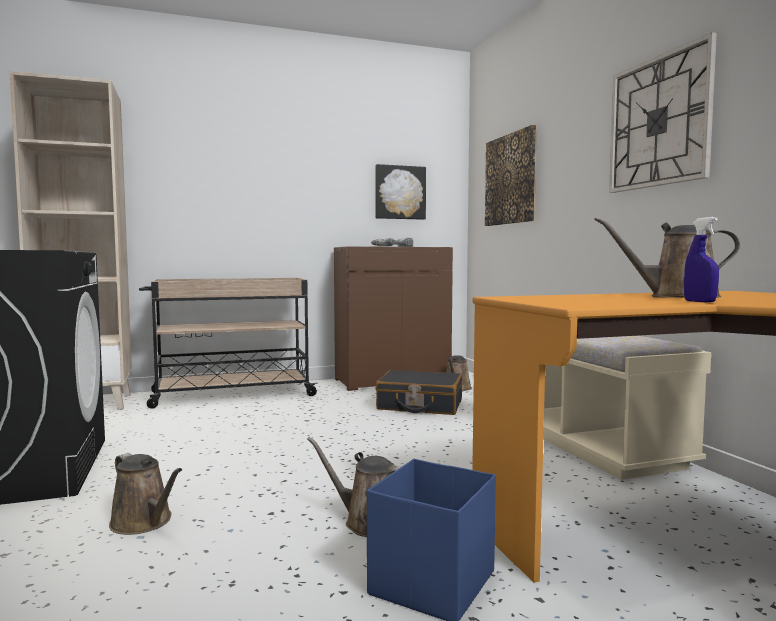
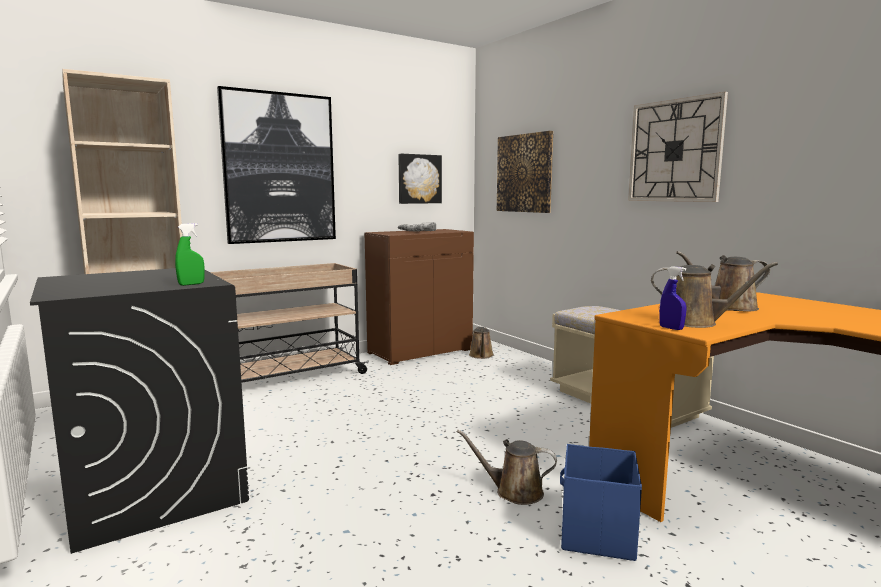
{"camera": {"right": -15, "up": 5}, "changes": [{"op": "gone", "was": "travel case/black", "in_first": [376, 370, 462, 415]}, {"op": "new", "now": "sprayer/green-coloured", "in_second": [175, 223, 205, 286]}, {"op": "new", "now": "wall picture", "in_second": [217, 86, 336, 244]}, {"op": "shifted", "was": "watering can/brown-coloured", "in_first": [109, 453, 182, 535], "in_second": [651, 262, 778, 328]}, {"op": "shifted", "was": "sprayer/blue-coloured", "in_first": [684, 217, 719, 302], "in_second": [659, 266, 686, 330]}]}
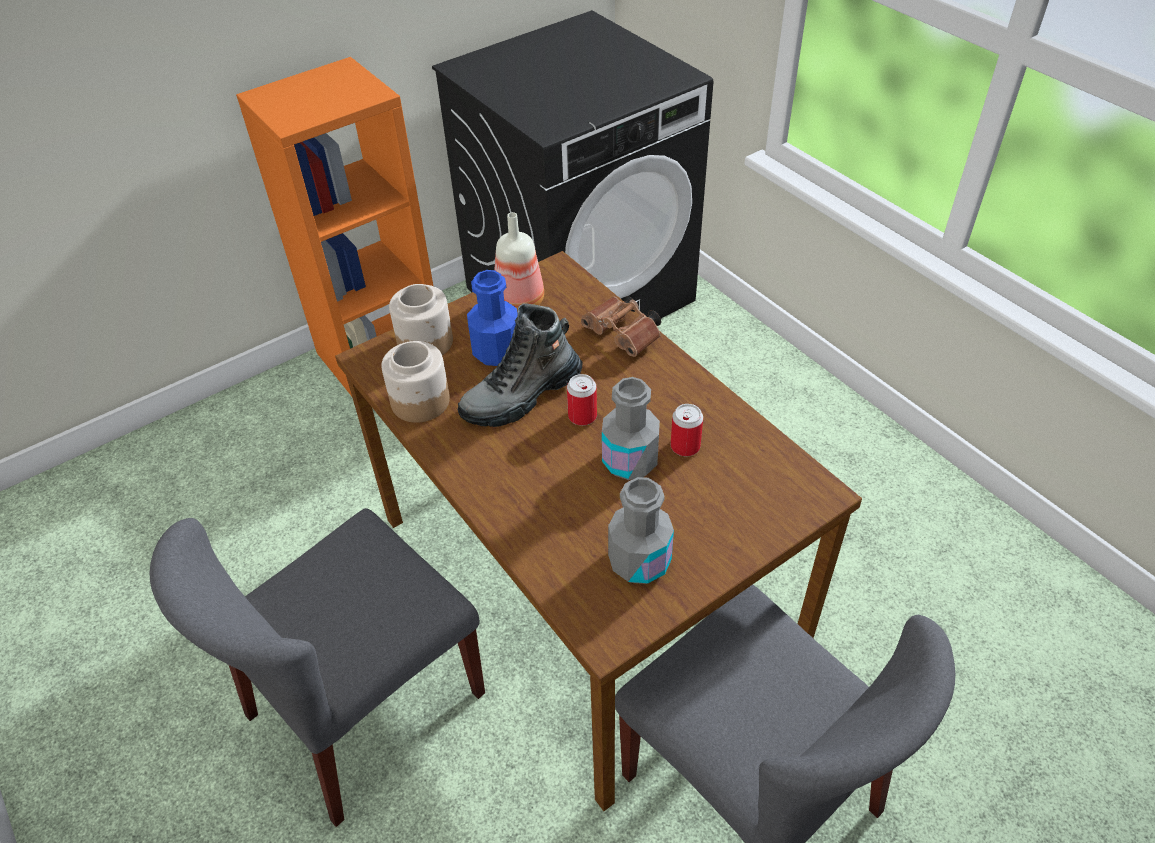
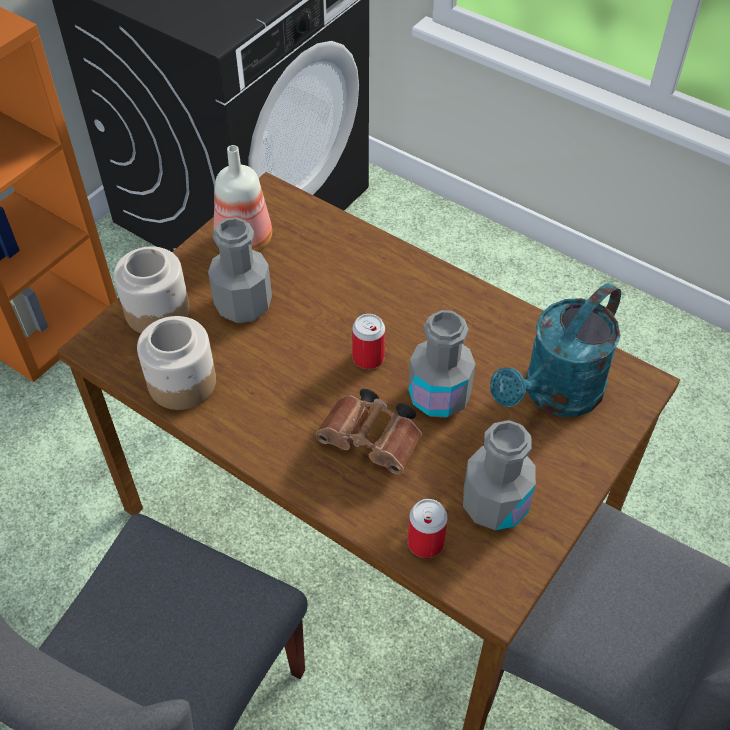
{"camera": {"right": -20, "up": 5}, "changes": [{"op": "gone", "was": "tall boot", "in_first": [458, 303, 582, 427]}, {"op": "new", "now": "watering can/blue-green", "in_second": [490, 283, 621, 417]}, {"op": "shifted", "was": "field glasses/brown-coloured", "in_first": [581, 296, 661, 357], "in_second": [316, 389, 422, 474]}, {"op": "shifted", "was": "sealed can", "in_first": [671, 404, 703, 457], "in_second": [408, 499, 448, 558]}, {"op": "repainted", "was": "bottle/blue-coloured", "now": "bottle/gray", "in_first": [467, 270, 518, 366], "in_second": [208, 217, 272, 323]}]}
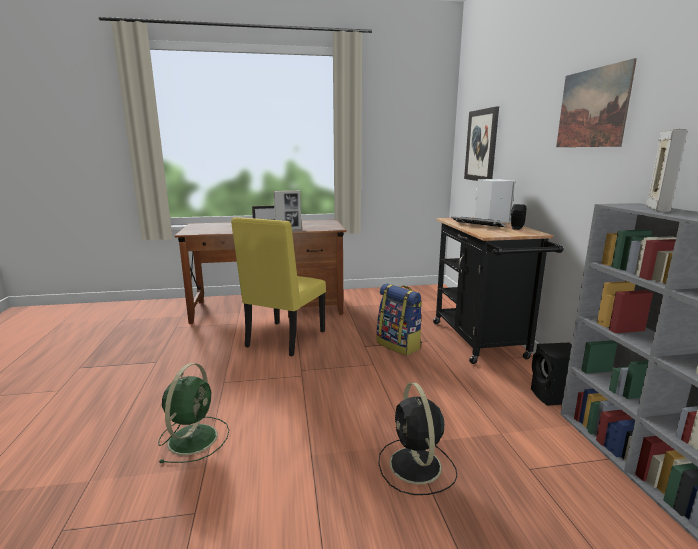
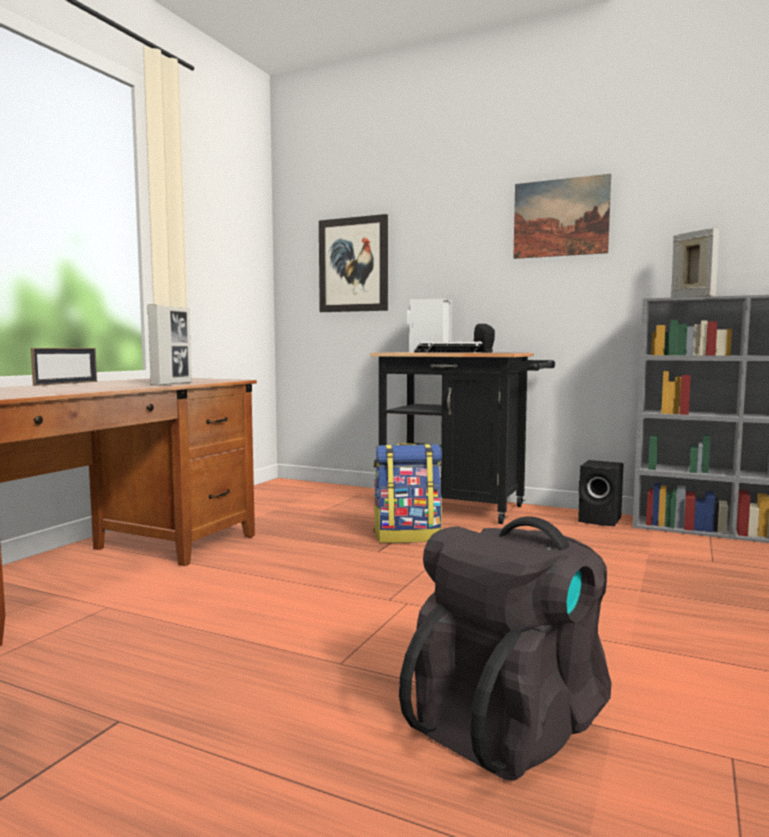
{"camera": {"right": -55, "up": -10}, "changes": [{"op": "gone", "was": "chair/yellow", "in_first": [231, 217, 326, 357]}, {"op": "gone", "was": "cooling fan/black", "in_first": [379, 382, 457, 495]}, {"op": "swapped", "was": "cooling fan/green-coloured", "now": "knapsack/black", "in_first": [158, 363, 229, 463], "in_second": [399, 516, 612, 781]}]}
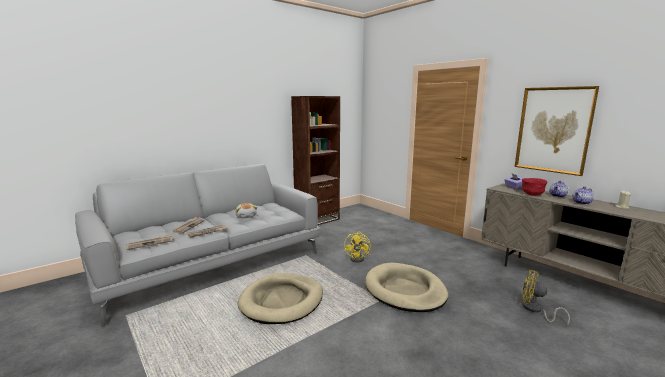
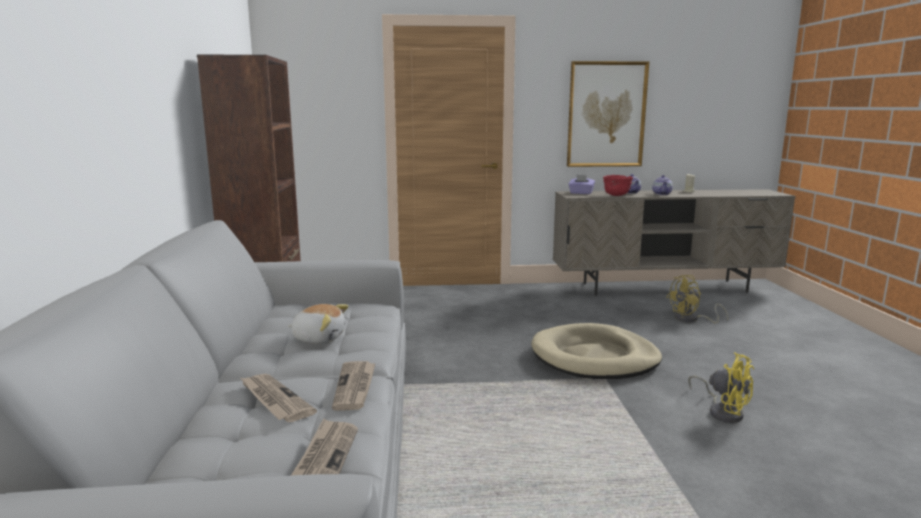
{"camera": {"right": -55, "up": 0}, "changes": [{"op": "gone", "was": "pet bed/sand-coloured", "in_first": [237, 273, 323, 324]}, {"op": "shifted", "was": "cooling fan/yellow", "in_first": [344, 232, 373, 263], "in_second": [688, 352, 754, 423]}]}
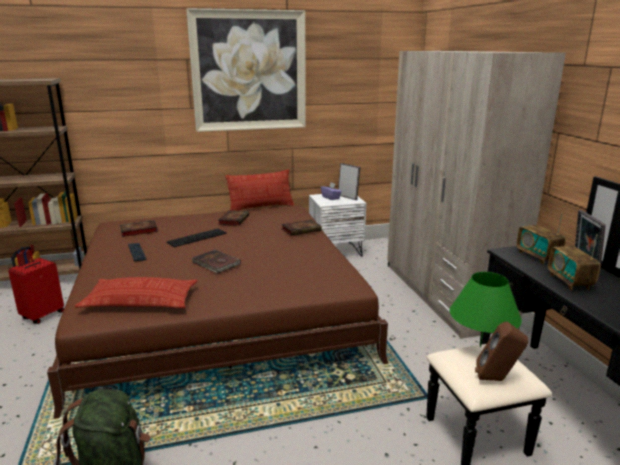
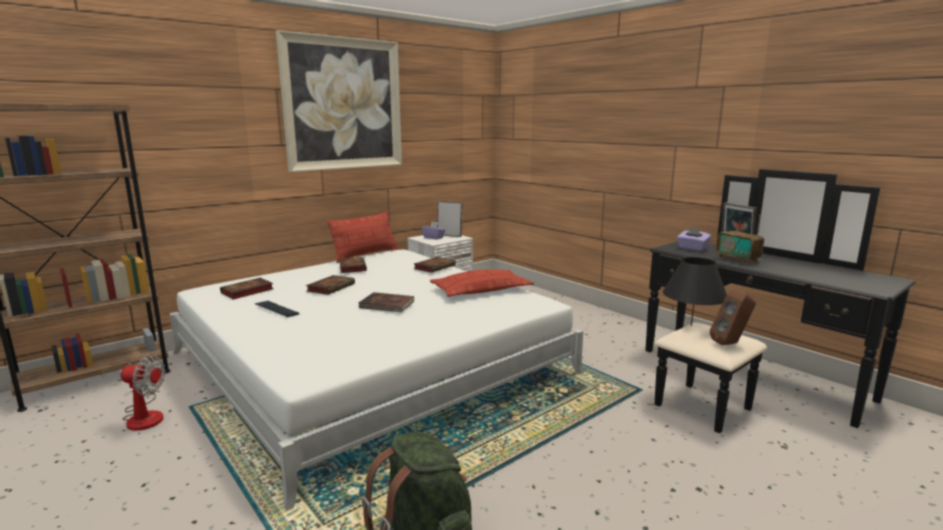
{"camera": {"right": -25, "up": -5}, "changes": [{"op": "gone", "was": "wardrobe/sand-coloured", "in_first": [387, 51, 566, 339]}, {"op": "shifted", "was": "cushion", "in_first": [75, 277, 197, 308], "in_second": [430, 269, 534, 297]}, {"op": "swapped", "was": "travel case/red-coloured", "now": "cooling fan", "in_first": [8, 246, 64, 324], "in_second": [120, 355, 165, 431]}, {"op": "swapped", "was": "computer keyboard", "now": "volume", "in_first": [166, 229, 227, 247], "in_second": [306, 275, 355, 295]}, {"op": "swapped", "was": "radio", "now": "tissue holder/purple-coloured", "in_first": [517, 212, 566, 264], "in_second": [677, 227, 711, 251]}, {"op": "repainted", "was": "sleeping bed/brown-coloured", "now": "sleeping bed/whitish", "in_first": [47, 206, 388, 419], "in_second": [169, 250, 584, 511]}, {"op": "repainted", "was": "lamp for a table/green-coloured", "now": "lamp for a table/black", "in_first": [450, 272, 522, 347], "in_second": [662, 257, 727, 326]}]}
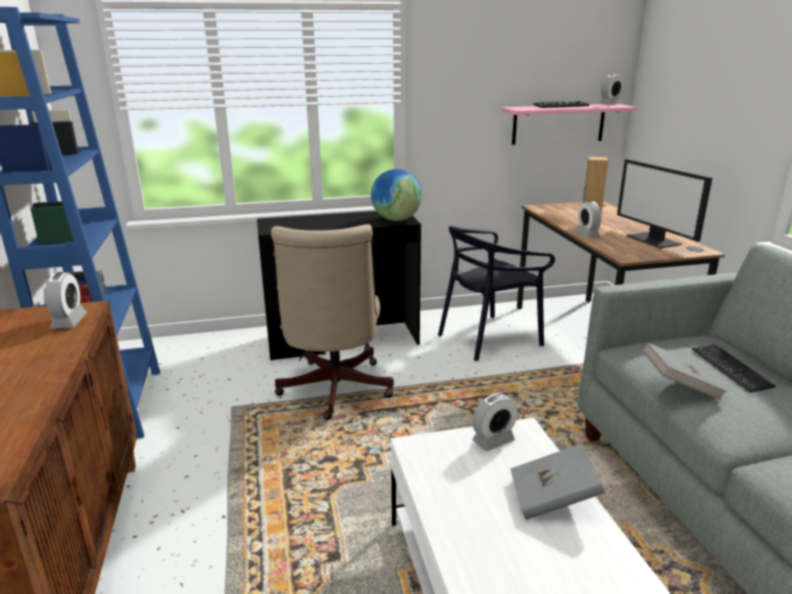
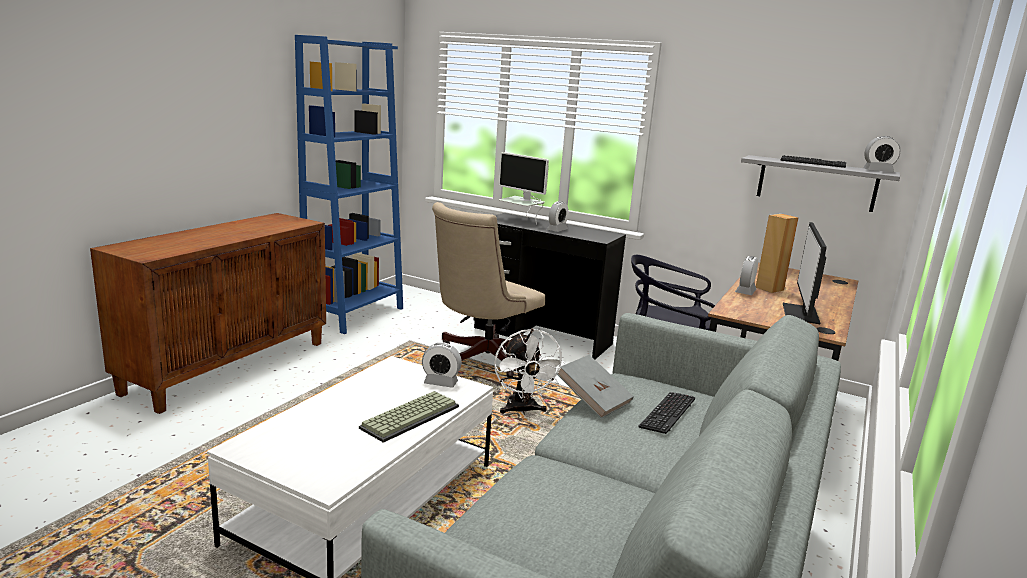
{"camera": {"right": 40, "up": -5}, "changes": [{"op": "gone", "was": "desk globe", "in_first": [371, 169, 422, 221]}, {"op": "new", "now": "cooling fan/whitish", "in_second": [494, 328, 566, 414]}, {"op": "new", "now": "computer screen", "in_second": [498, 152, 549, 225]}, {"op": "shifted", "was": "alarm clock", "in_first": [45, 272, 87, 328], "in_second": [547, 201, 569, 232]}, {"op": "swapped", "was": "volume/gray", "now": "computer keyboard", "in_first": [510, 443, 605, 520], "in_second": [359, 391, 459, 443]}, {"op": "repainted", "was": "wall shelf/pinkish", "now": "wall shelf/gray", "in_first": [501, 104, 637, 145], "in_second": [741, 155, 900, 212]}]}
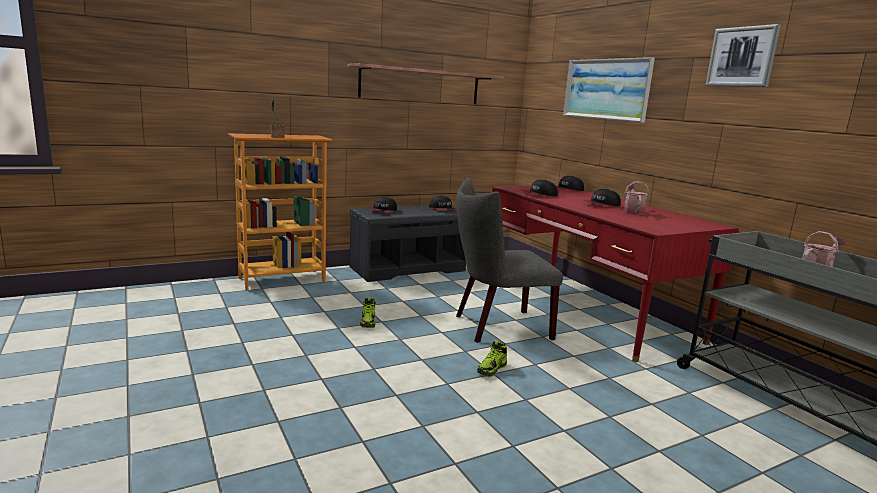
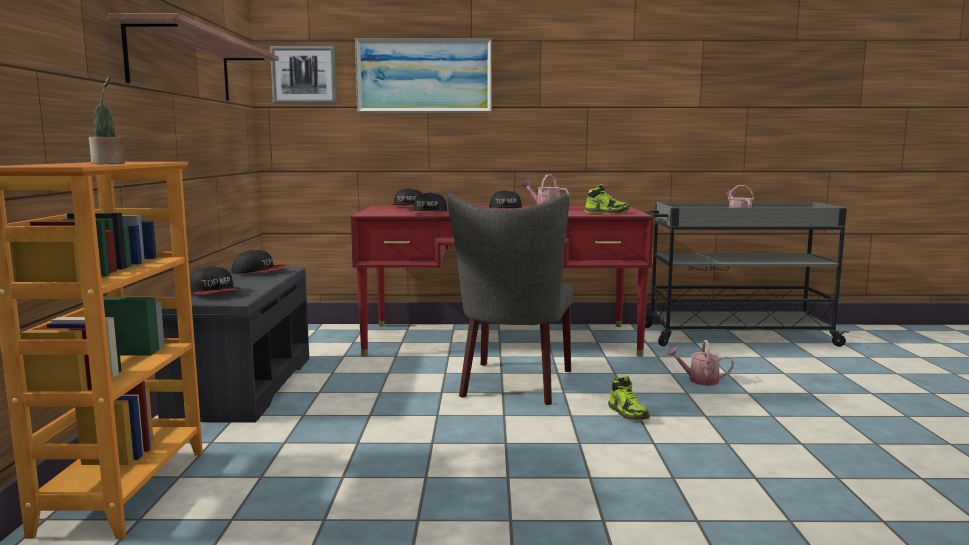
{"camera": {"right": -60, "up": -5}, "changes": [{"op": "new", "now": "watering can", "in_second": [666, 340, 734, 386]}, {"op": "shifted", "was": "low shoe", "in_first": [360, 298, 375, 328], "in_second": [584, 184, 630, 214]}, {"op": "shifted", "was": "wall picture", "in_first": [705, 24, 781, 87], "in_second": [270, 46, 337, 103]}]}
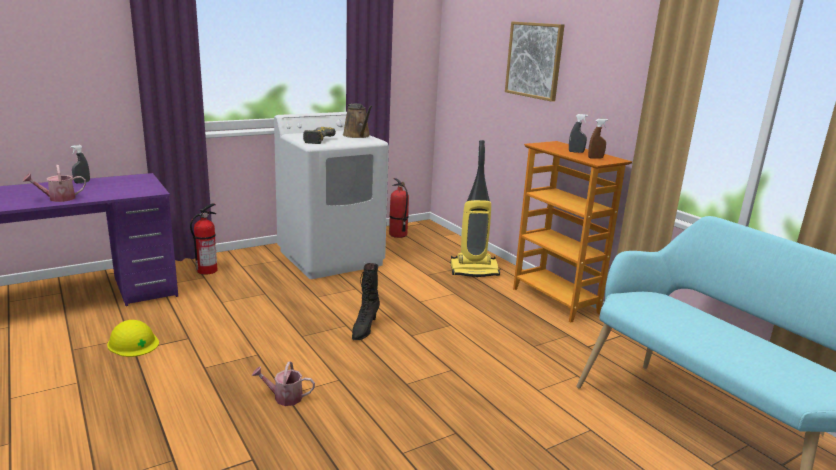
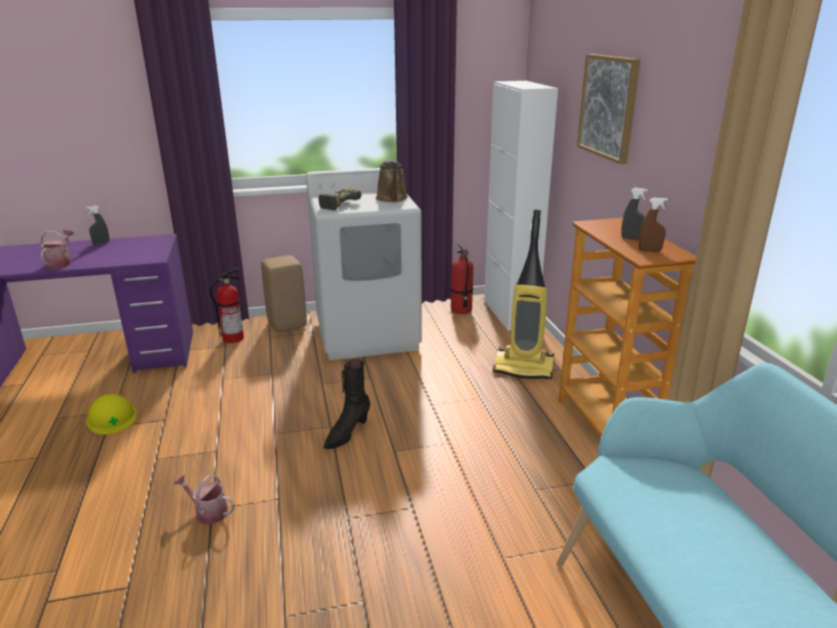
{"camera": {"right": 20, "up": 5}, "changes": [{"op": "new", "now": "stool/sand-coloured", "in_second": [261, 255, 307, 332]}, {"op": "new", "now": "cabinet/whitish", "in_second": [484, 81, 558, 331]}, {"op": "rotated", "was": "watering can", "in_first": [22, 165, 86, 202], "in_second": [40, 230, 74, 269], "clockwise": 105}]}
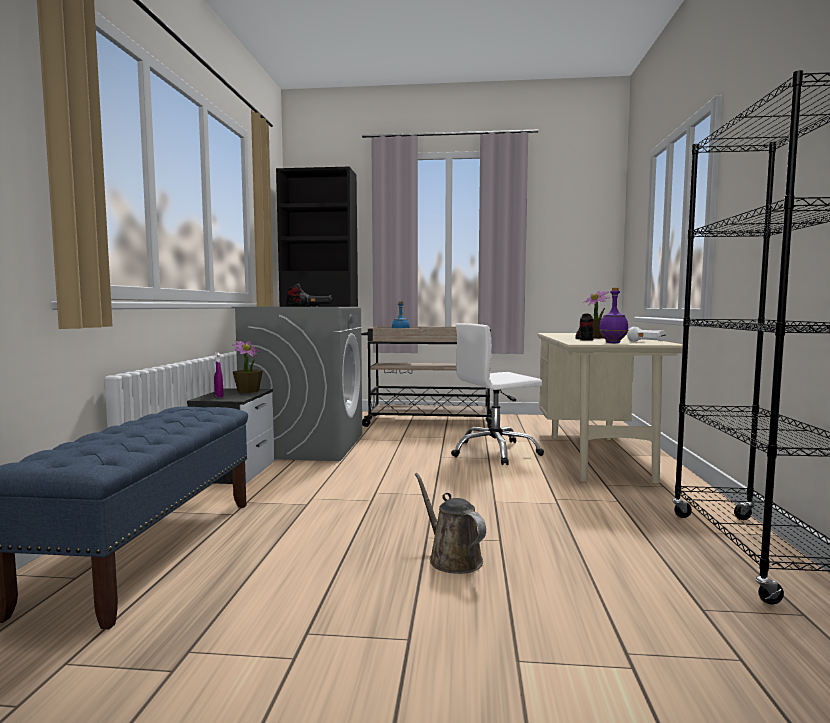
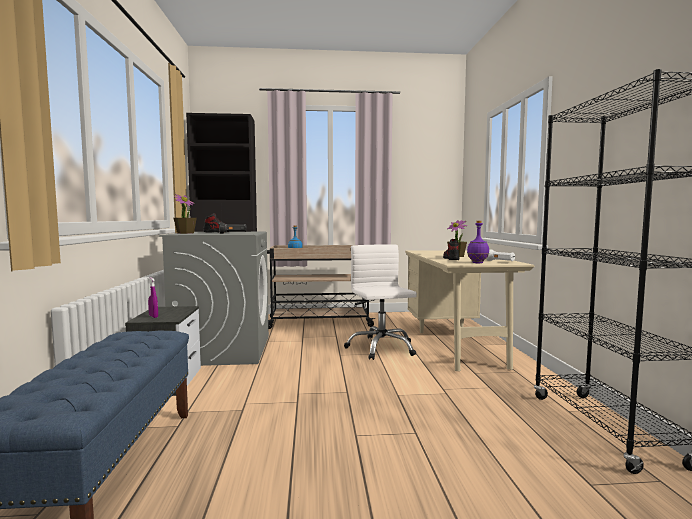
{"camera": {"right": -10, "up": 0}, "changes": [{"op": "gone", "was": "watering can/brown-coloured", "in_first": [415, 473, 486, 574]}, {"op": "shifted", "was": "plant in a pot", "in_first": [232, 340, 263, 393], "in_second": [173, 194, 197, 234]}, {"op": "rotated", "was": "office chair/whitish", "in_first": [451, 323, 544, 465], "in_second": [344, 244, 417, 360], "clockwise": 105}]}
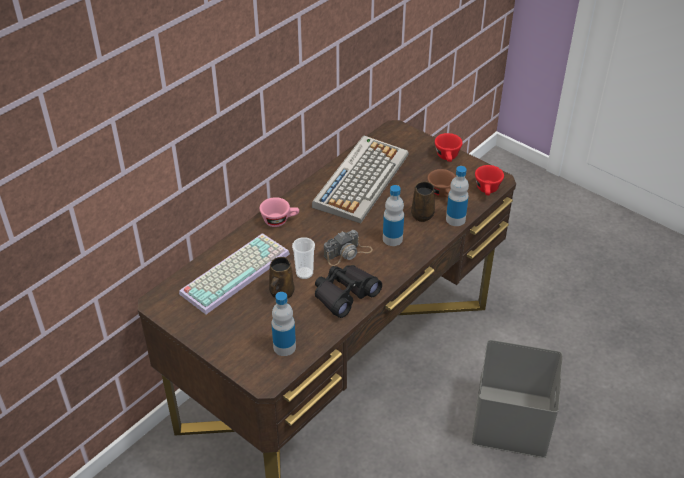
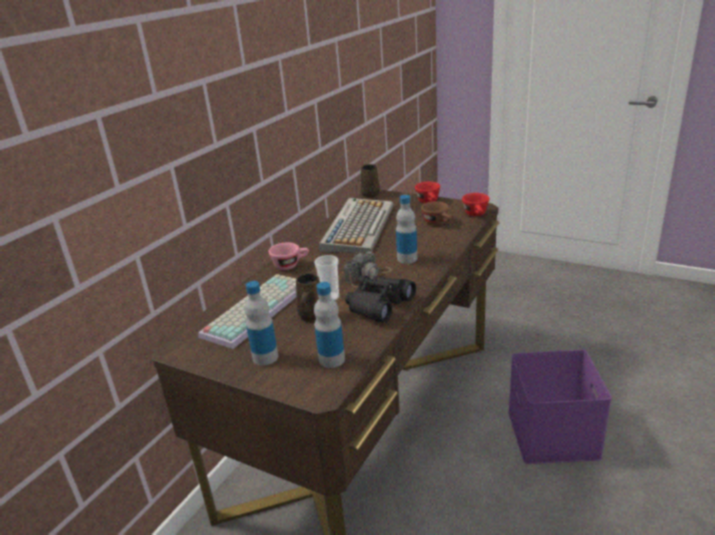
{"camera": {"right": -10, "up": -15}, "changes": [{"op": "shifted", "was": "coffee mug/brown-coloured", "in_first": [411, 181, 435, 222], "in_second": [361, 164, 380, 198]}, {"op": "shifted", "was": "bottle", "in_first": [446, 166, 469, 226], "in_second": [245, 281, 278, 366]}, {"op": "repainted", "was": "storage container/gray", "now": "storage container/purple-coloured", "in_first": [471, 340, 562, 458], "in_second": [508, 350, 612, 464]}]}
